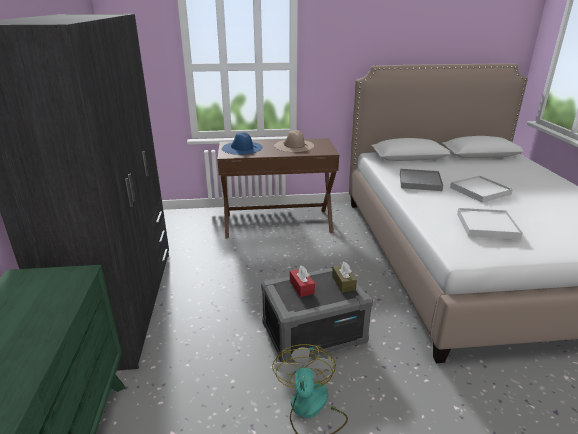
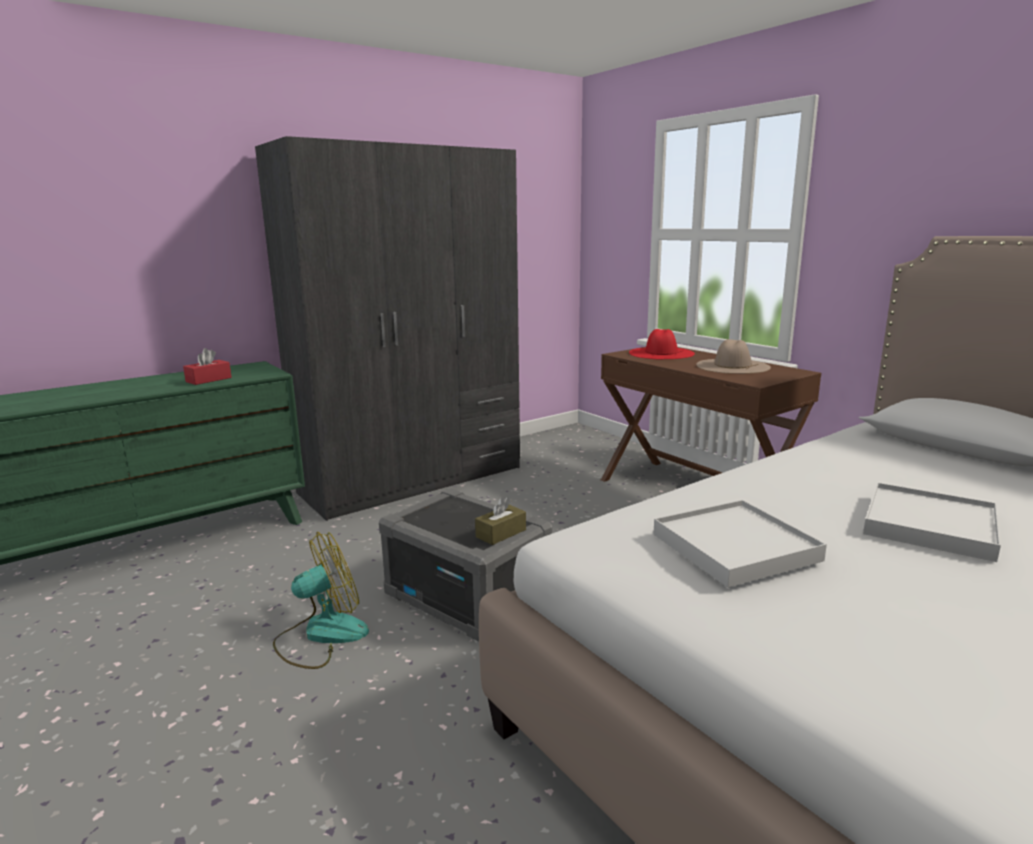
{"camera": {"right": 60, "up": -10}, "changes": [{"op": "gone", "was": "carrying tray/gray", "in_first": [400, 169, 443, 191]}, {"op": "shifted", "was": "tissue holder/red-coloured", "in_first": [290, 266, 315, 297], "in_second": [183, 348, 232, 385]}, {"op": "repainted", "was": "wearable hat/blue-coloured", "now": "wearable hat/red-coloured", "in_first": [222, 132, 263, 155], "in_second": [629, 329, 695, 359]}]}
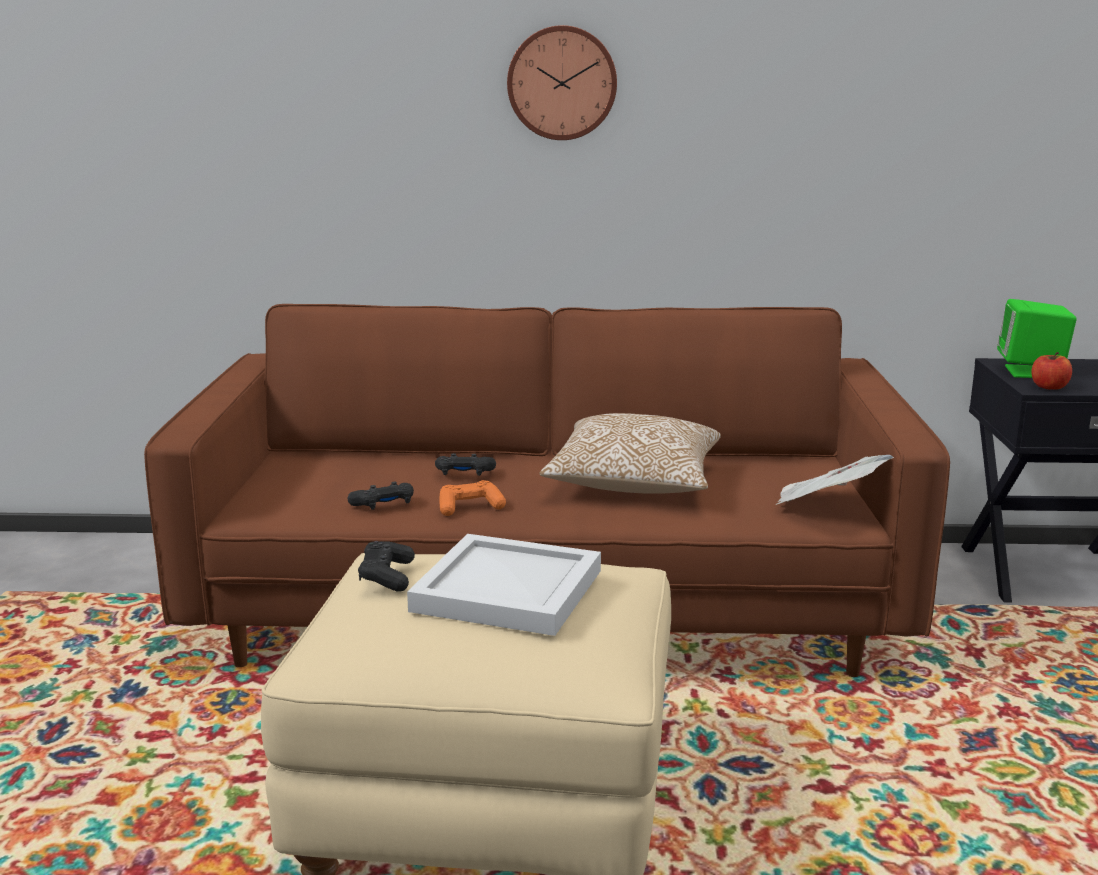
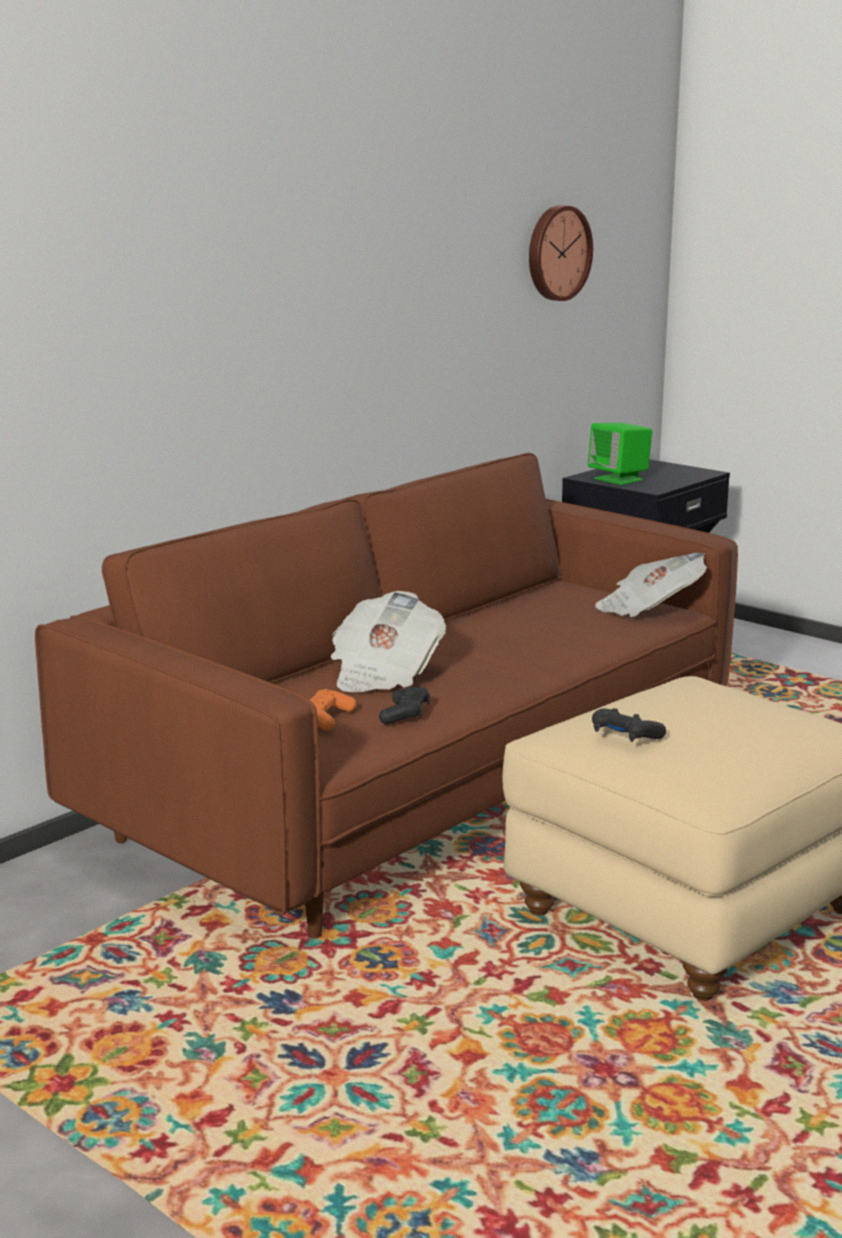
{"camera": {"right": -50, "up": 0}, "changes": [{"op": "gone", "was": "carrying tray/whitish", "in_first": [407, 534, 601, 636]}, {"op": "gone", "was": "cushion", "in_first": [540, 413, 721, 494]}, {"op": "gone", "was": "apple", "in_first": [1031, 352, 1072, 389]}, {"op": "shifted", "was": "game controller/orangey", "in_first": [439, 480, 506, 516], "in_second": [310, 689, 357, 731]}, {"op": "shifted", "was": "clock on the wall", "in_first": [507, 25, 617, 140], "in_second": [529, 205, 593, 301]}, {"op": "swapped", "was": "game controller/black", "now": "newspaper", "in_first": [435, 453, 496, 476], "in_second": [331, 591, 446, 693]}]}
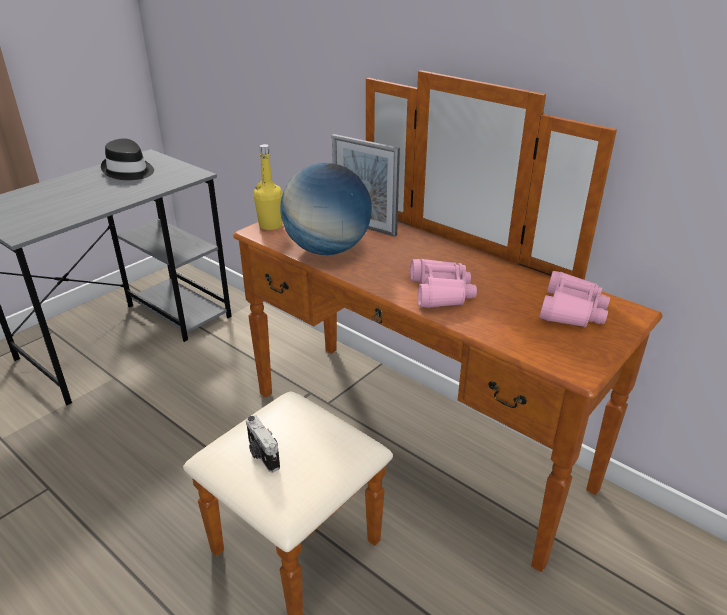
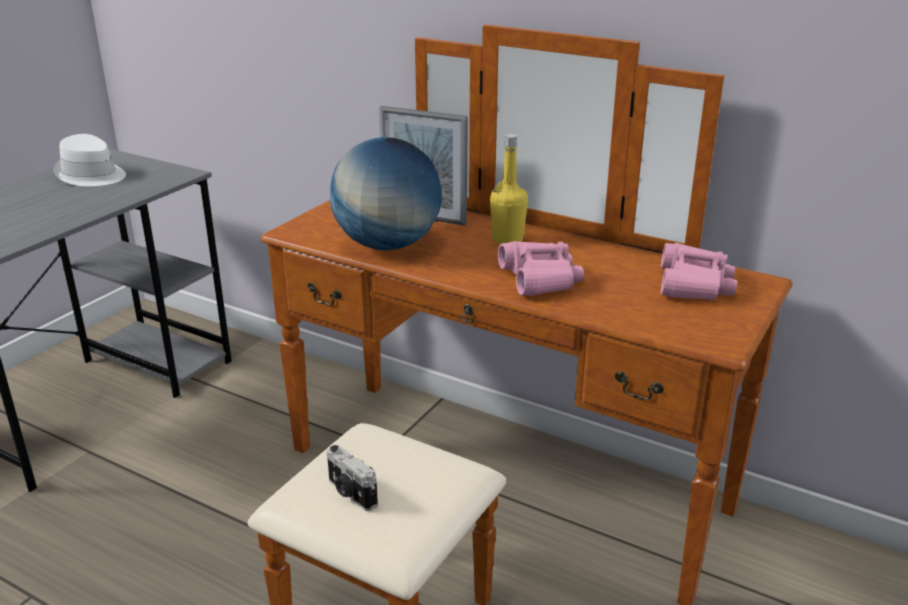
{"camera": {"right": -10, "up": -5}, "changes": [{"op": "shifted", "was": "bottle/yellow", "in_first": [254, 144, 283, 230], "in_second": [490, 134, 528, 244]}, {"op": "repainted", "was": "wearable hat/black", "now": "wearable hat/whitish", "in_first": [101, 138, 154, 180], "in_second": [53, 134, 126, 186]}]}
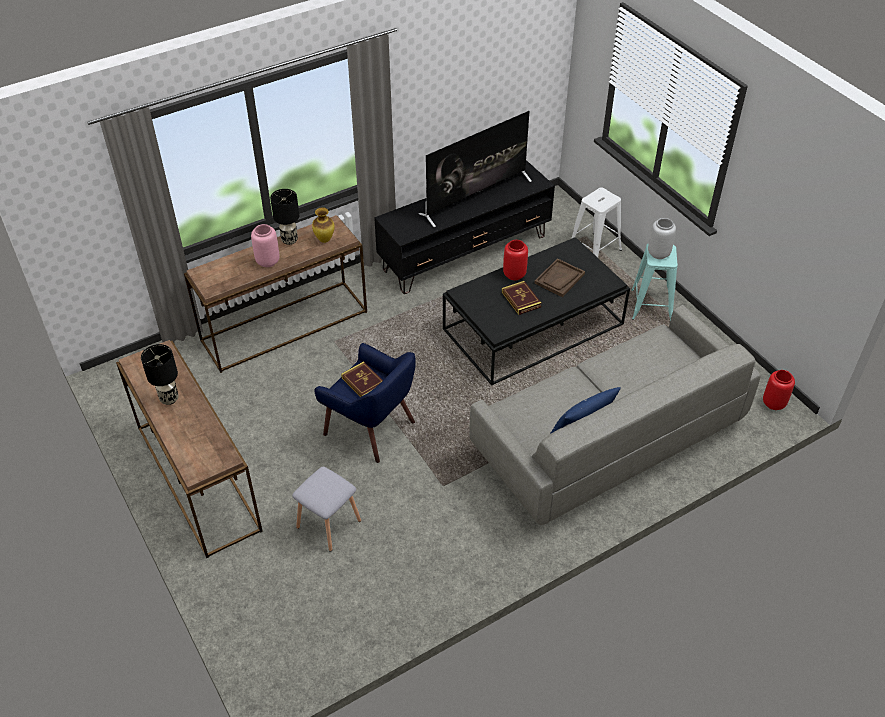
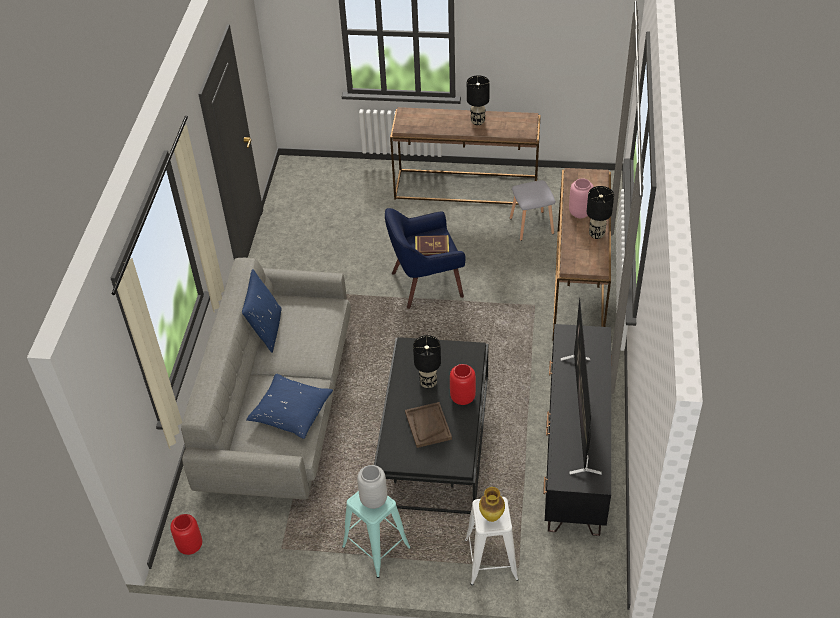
{"camera": {"right": 130, "up": 0}, "changes": [{"op": "new", "now": "cushion/blue-coloured", "in_second": [246, 374, 333, 439]}, {"op": "shifted", "was": "stool/gray", "in_first": [292, 467, 361, 552], "in_second": [510, 180, 556, 241]}, {"op": "shifted", "was": "flower vase", "in_first": [312, 207, 335, 243], "in_second": [479, 487, 505, 522]}, {"op": "swapped", "was": "volume", "now": "lamp for a table/black", "in_first": [502, 281, 542, 315], "in_second": [413, 335, 441, 388]}]}
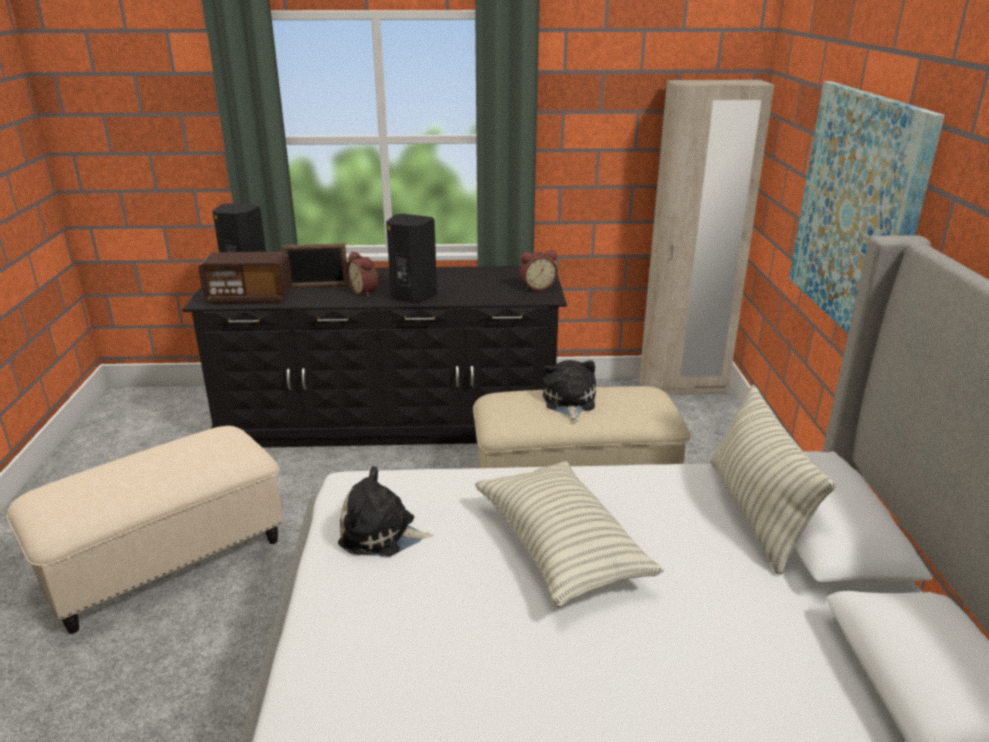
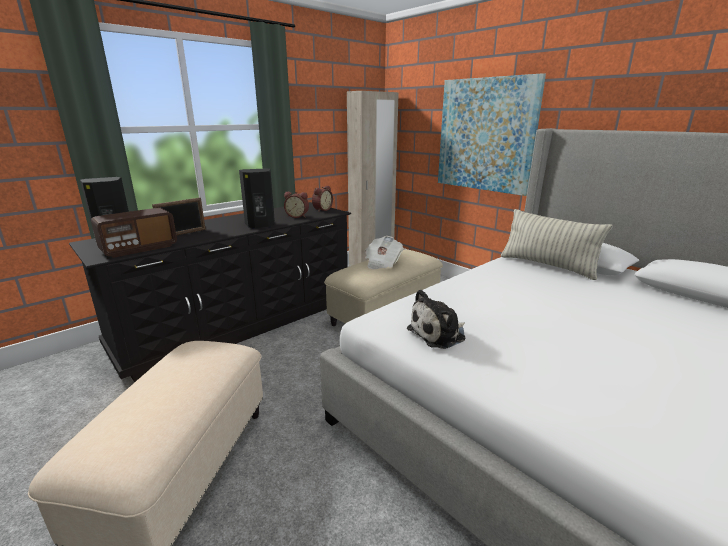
{"camera": {"right": -40, "up": -5}, "changes": [{"op": "gone", "was": "cushion", "in_first": [475, 461, 664, 608]}, {"op": "shifted", "was": "alarm clock", "in_first": [346, 251, 378, 297], "in_second": [284, 192, 309, 218]}, {"op": "swapped", "was": "cuddly toy", "now": "newspaper", "in_first": [543, 360, 596, 421], "in_second": [365, 236, 403, 269]}]}
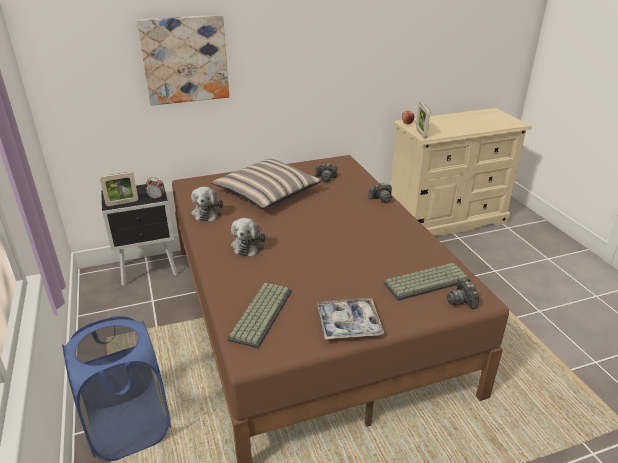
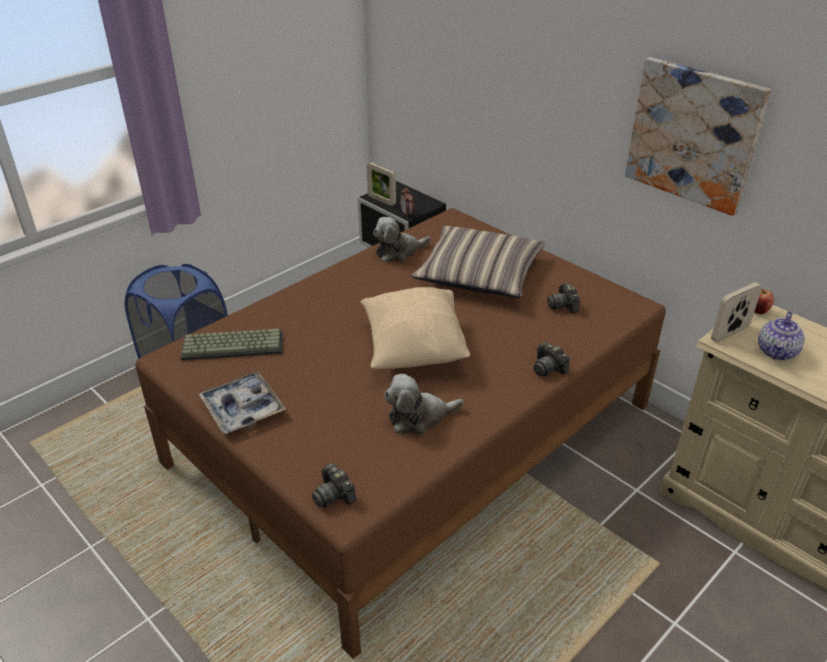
{"camera": {"right": 65, "up": 5}, "changes": [{"op": "gone", "was": "computer keyboard", "in_first": [383, 263, 470, 301]}, {"op": "new", "now": "cushion/sand-coloured", "in_second": [360, 287, 470, 369]}, {"op": "new", "now": "teapot", "in_second": [758, 311, 805, 360]}, {"op": "shifted", "was": "wall picture", "in_first": [137, 15, 230, 106], "in_second": [625, 57, 771, 216]}, {"op": "shifted", "was": "cuddly toy", "in_first": [231, 218, 266, 257], "in_second": [384, 374, 464, 434]}, {"op": "rotated", "was": "photo camera", "in_first": [447, 279, 479, 309], "in_second": [312, 463, 356, 507], "clockwise": -90}]}
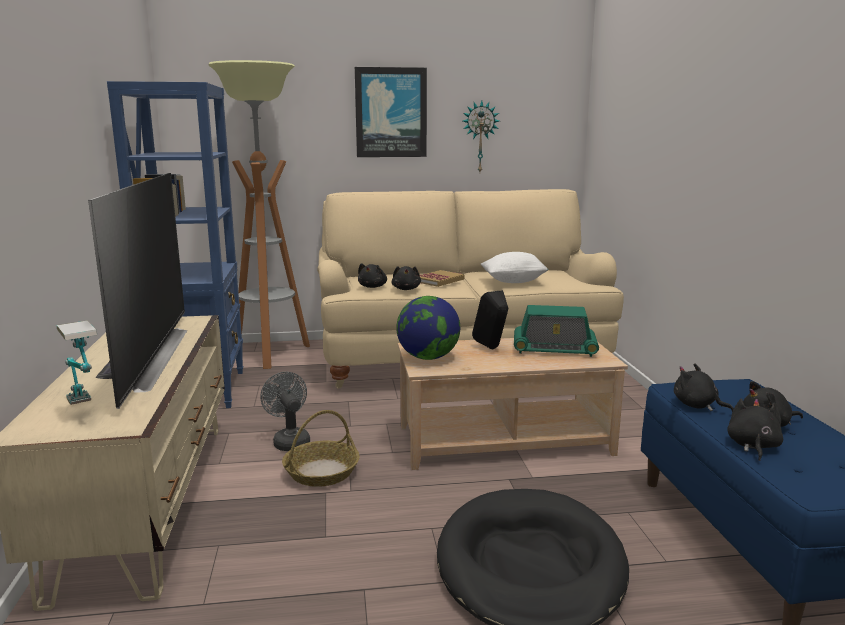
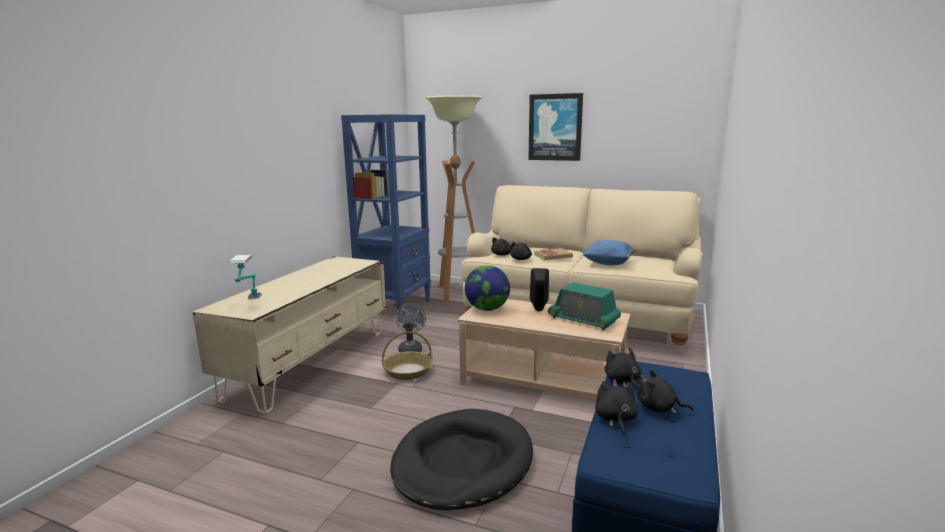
{"camera": {"right": 30, "up": 0}, "changes": [{"op": "gone", "was": "TV set", "in_first": [88, 173, 188, 409]}, {"op": "gone", "was": "clock on the wall", "in_first": [463, 101, 499, 172]}, {"op": "repainted", "was": "cushion/whitish", "now": "cushion/blue-coloured", "in_first": [481, 252, 549, 283], "in_second": [582, 240, 636, 265]}, {"op": "rotated", "was": "cuddly toy/black", "in_first": [727, 399, 783, 461], "in_second": [595, 379, 638, 435], "clockwise": -45}]}
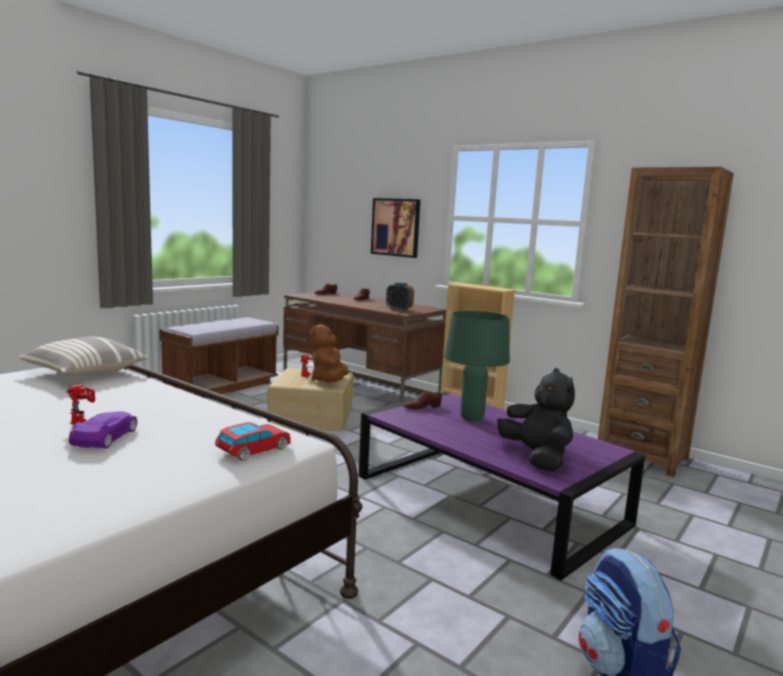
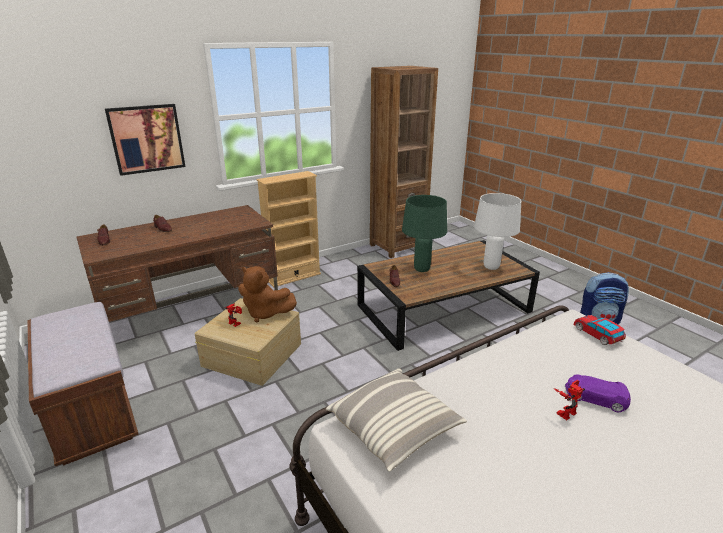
{"camera": {"right": -70, "up": 15}, "changes": [{"op": "gone", "was": "alarm clock", "in_first": [386, 282, 414, 311]}, {"op": "swapped", "was": "cuddly toy/black", "now": "lamp for a table/whitish", "in_first": [497, 368, 575, 471], "in_second": [474, 193, 521, 270]}, {"op": "repainted", "was": "low table/purple-coloured", "now": "low table/brown-coloured", "in_first": [359, 392, 646, 580], "in_second": [357, 240, 540, 351]}]}
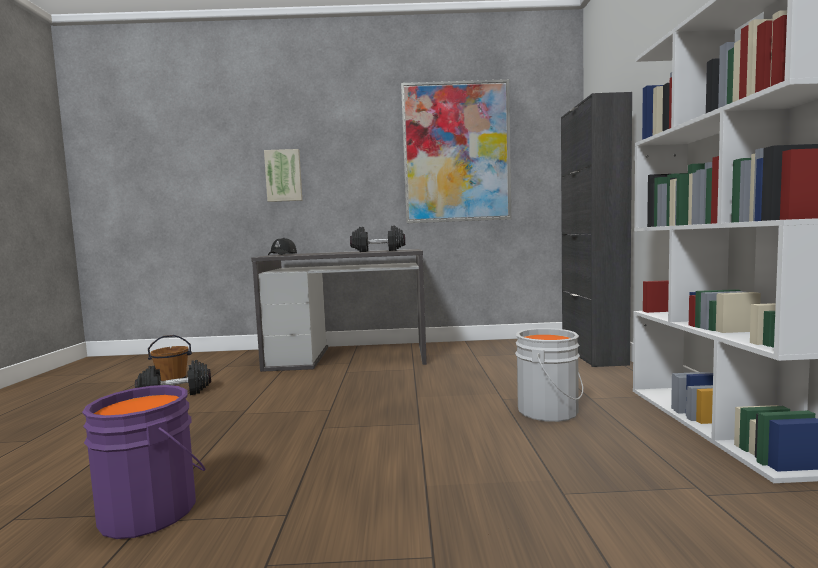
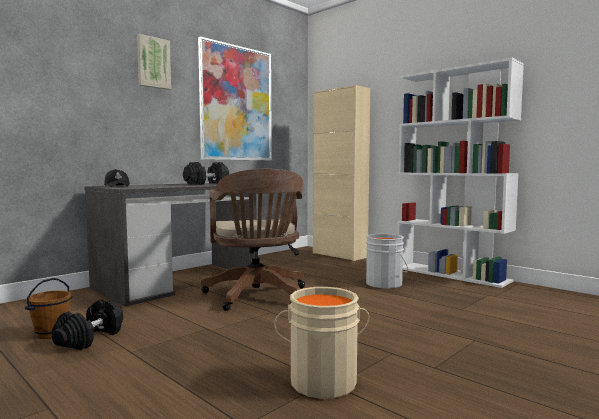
{"camera": {"right": -45, "up": 0}, "changes": [{"op": "new", "now": "office chair/brown-coloured", "in_second": [201, 168, 305, 311]}, {"op": "shifted", "was": "wall picture", "in_first": [264, 149, 302, 202], "in_second": [137, 34, 171, 90]}, {"op": "repainted", "was": "bucket/purple-coloured", "now": "bucket/sand-coloured", "in_first": [82, 385, 206, 539], "in_second": [274, 287, 370, 399]}, {"op": "repainted", "was": "cabinet/black", "now": "cabinet/sand-coloured", "in_first": [561, 92, 632, 367], "in_second": [313, 85, 370, 261]}]}
